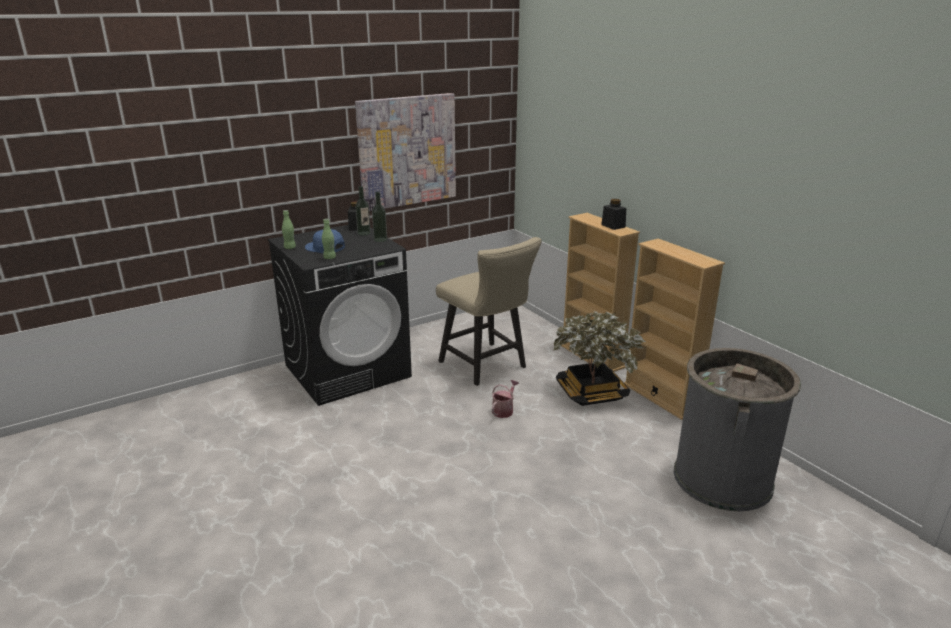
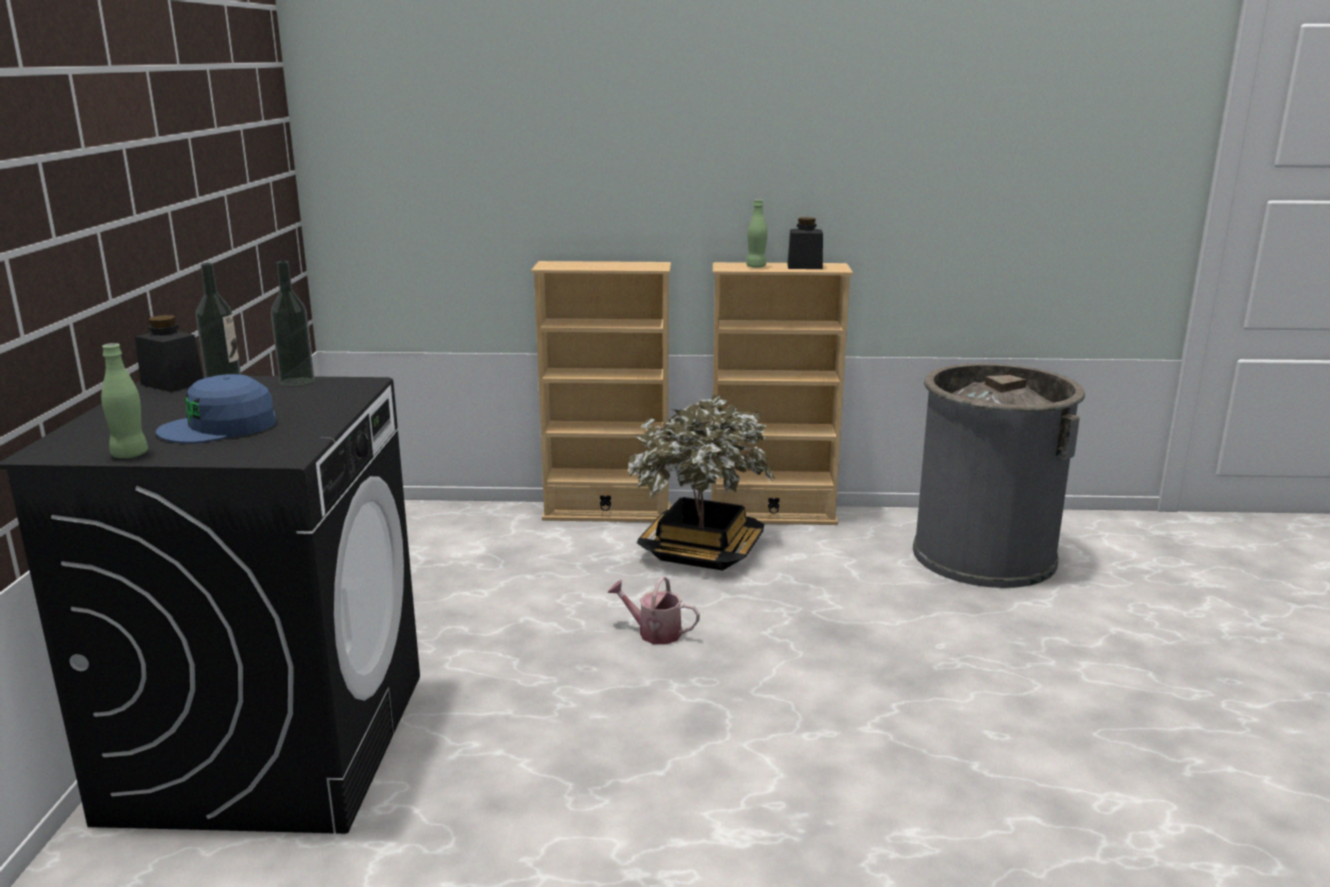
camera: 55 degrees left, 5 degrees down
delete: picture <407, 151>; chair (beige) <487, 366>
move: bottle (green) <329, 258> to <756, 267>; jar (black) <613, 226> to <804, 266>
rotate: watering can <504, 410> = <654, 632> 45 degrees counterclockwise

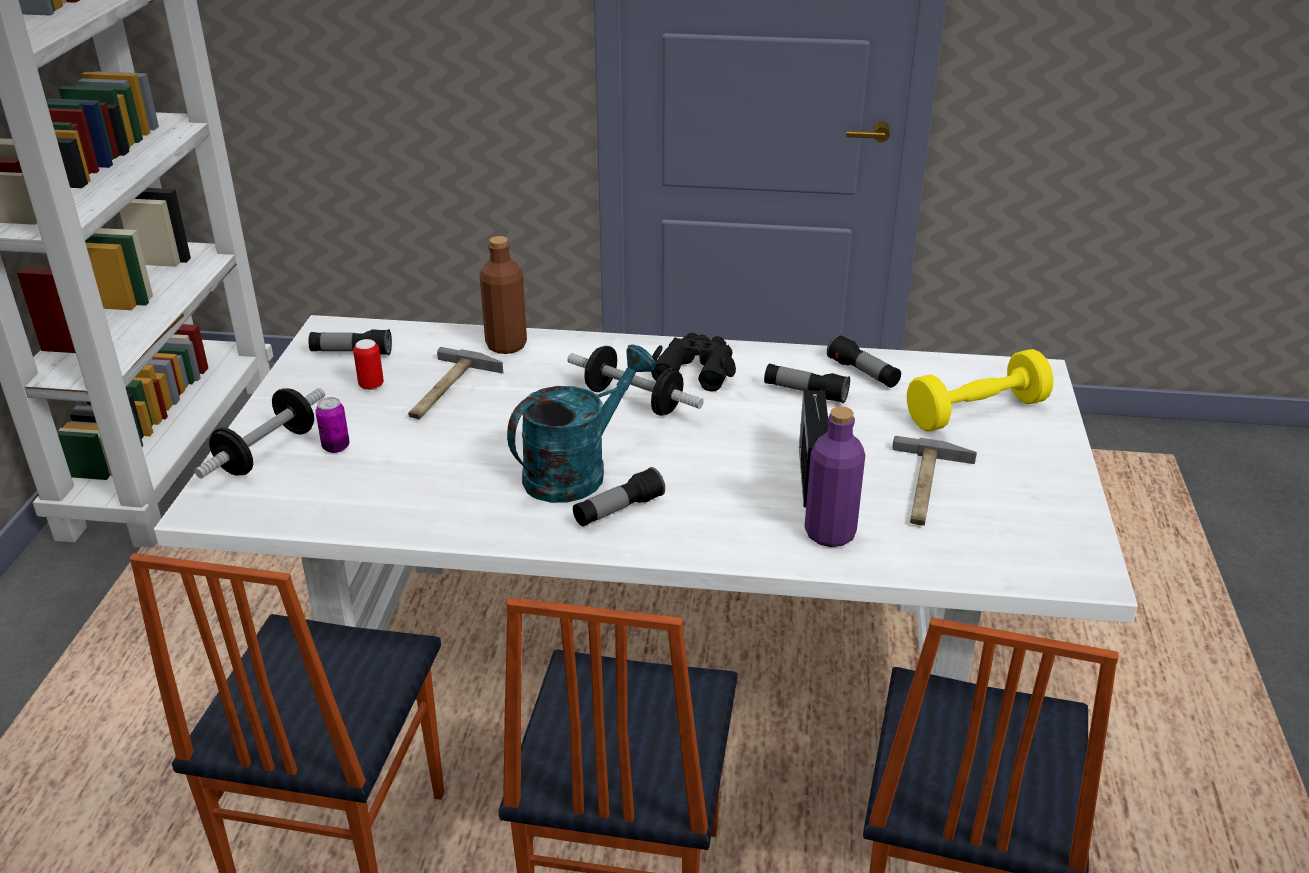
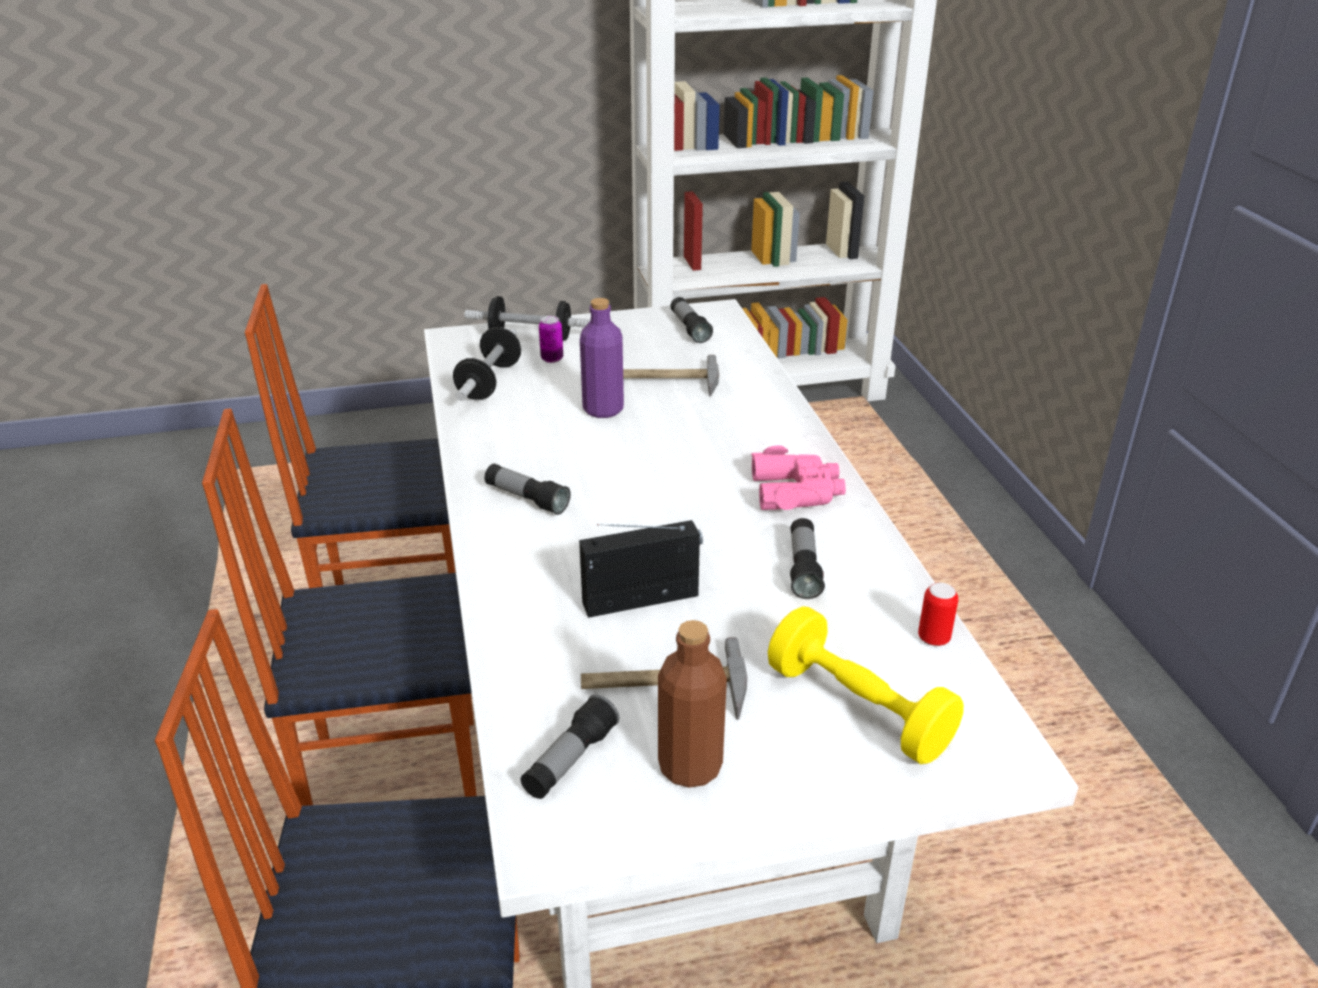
camera: 70 degrees right, 0 degrees up
delete: watering can (turquoise) <576, 471>
move: can <371, 385> to <933, 638>; bottle (brown) <506, 345> to <690, 766>; dumbbell <633, 400> to <489, 382>; bottle (purple) <830, 533> to <603, 409>; flashlight <863, 373> to <570, 760>
recolor: binoculars (black) <695, 369> to binoculars (pink) <796, 491>

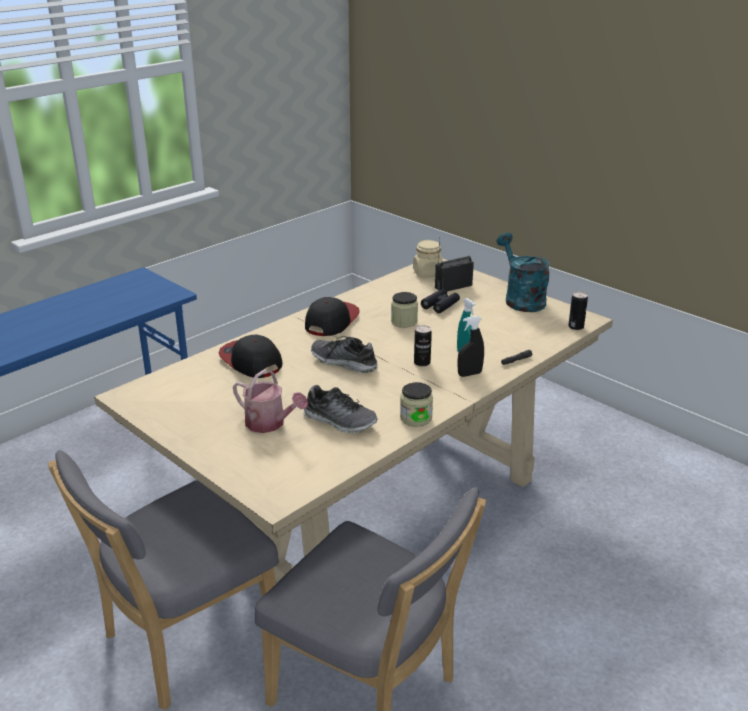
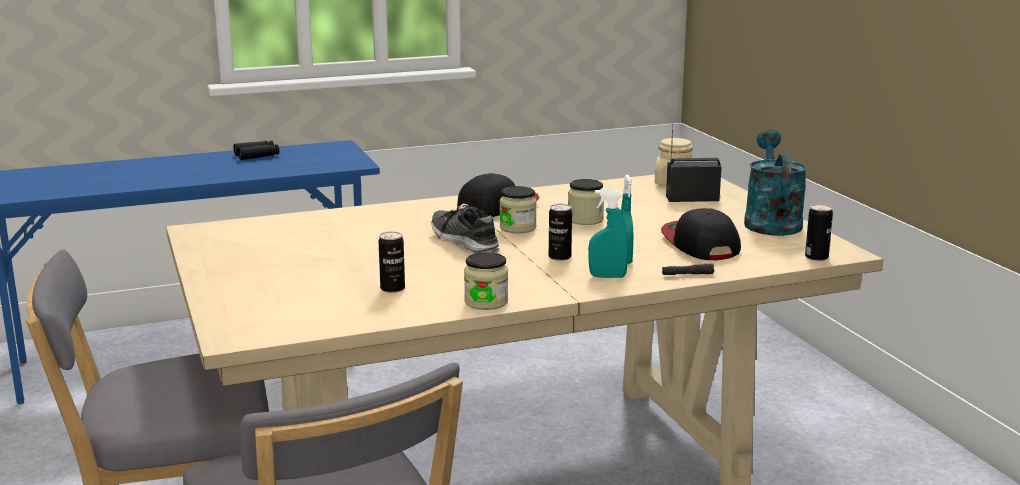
camera: 25 degrees right, 10 degrees down
delete: watering can <269, 424>
insert: jar <518, 228>
move: cap <250, 361> to <699, 244>; binoculars (black) <440, 305> to <257, 155>
replace: shoe <340, 421> to can <392, 288>
recolor: spray bottle (black) <469, 374> to spray bottle (turquoise) <607, 276>

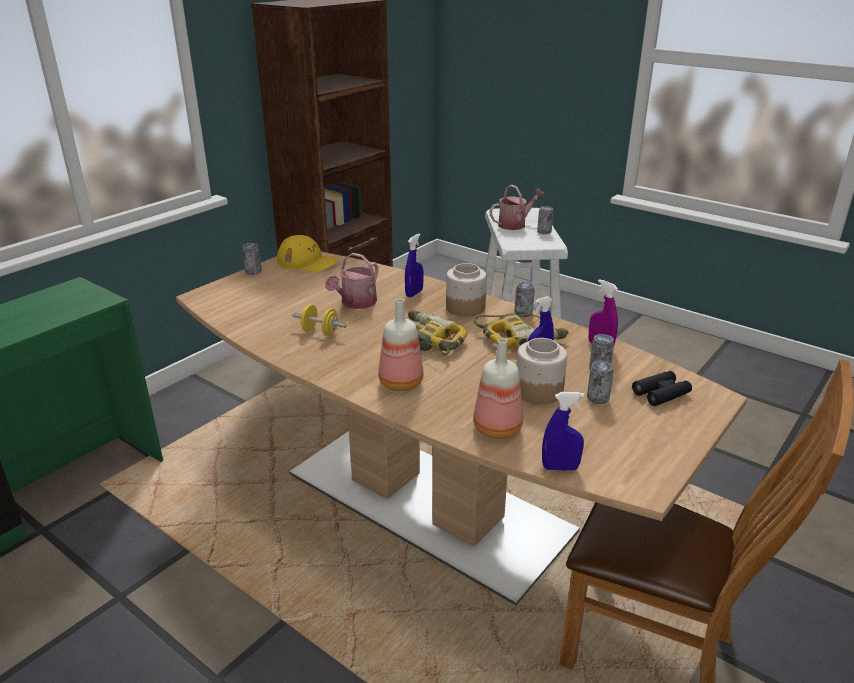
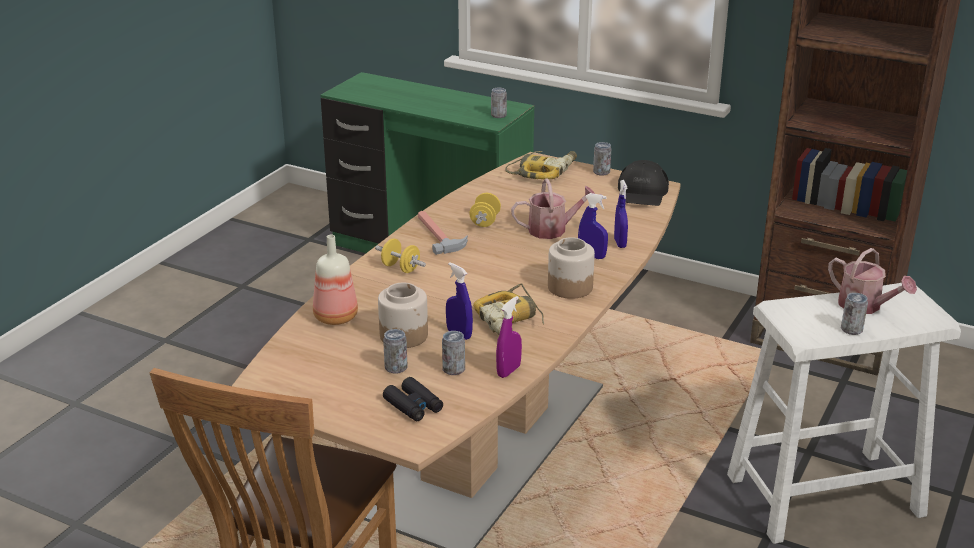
camera: 80 degrees right, 0 degrees up
insert: hammer <439, 234>
move: power drill <427, 340> to <543, 171>; can <523, 313> to <498, 115>; spray bottle (blue) <560, 468> to <620, 243>
replace: bottle <401, 384> to dumbbell (yellow) <401, 268>
recolor: cap (yellow) <307, 262> to cap (black) <641, 193>
rotate: watering can <356, 303> = <552, 230> 150 degrees clockwise

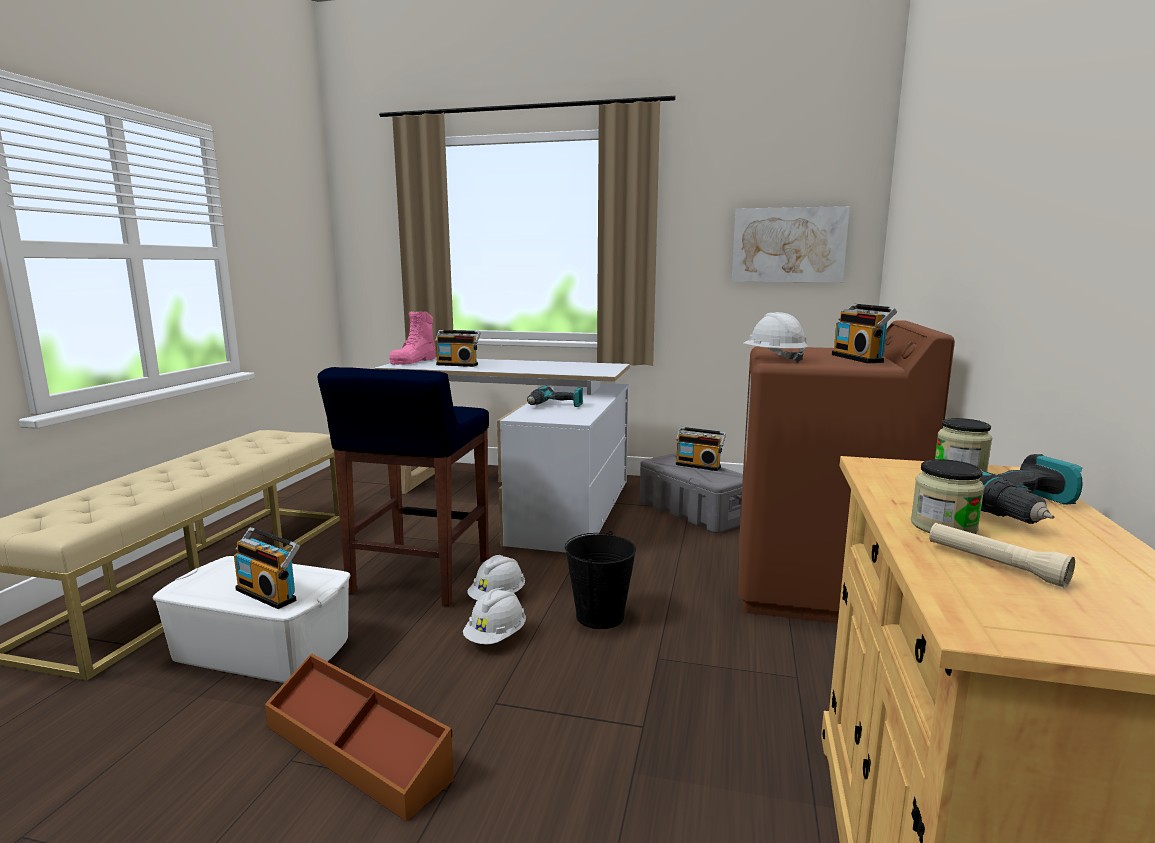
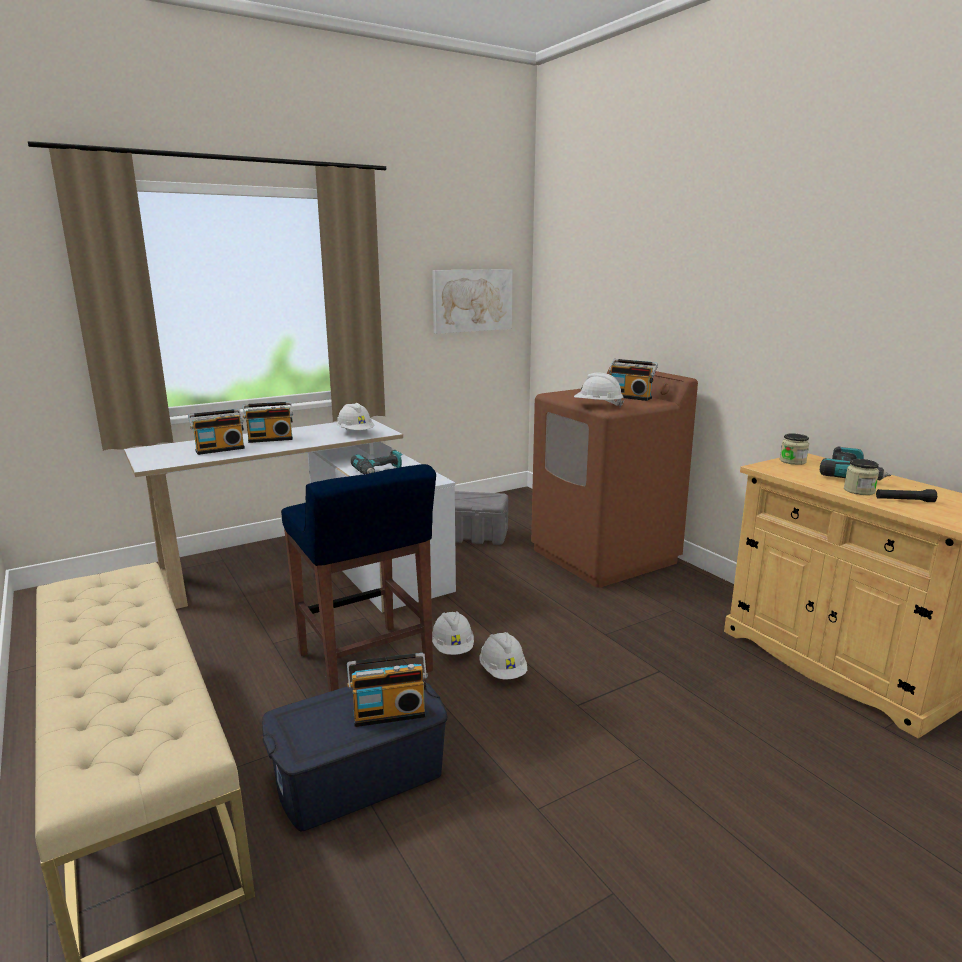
camera: 45 degrees left, 5 degrees up
delete: storage box (brown) <358, 750>; boot (pink) <414, 361>; bucket (black) <600, 616>
insert: hard hat (white) <355, 433>
move: radio <698, 465> to <270, 439>
recolor: storage box (white) <262, 649> to storage box (blue) <360, 776>; flashlight (beige) <994, 564> to flashlight (black) <904, 501>

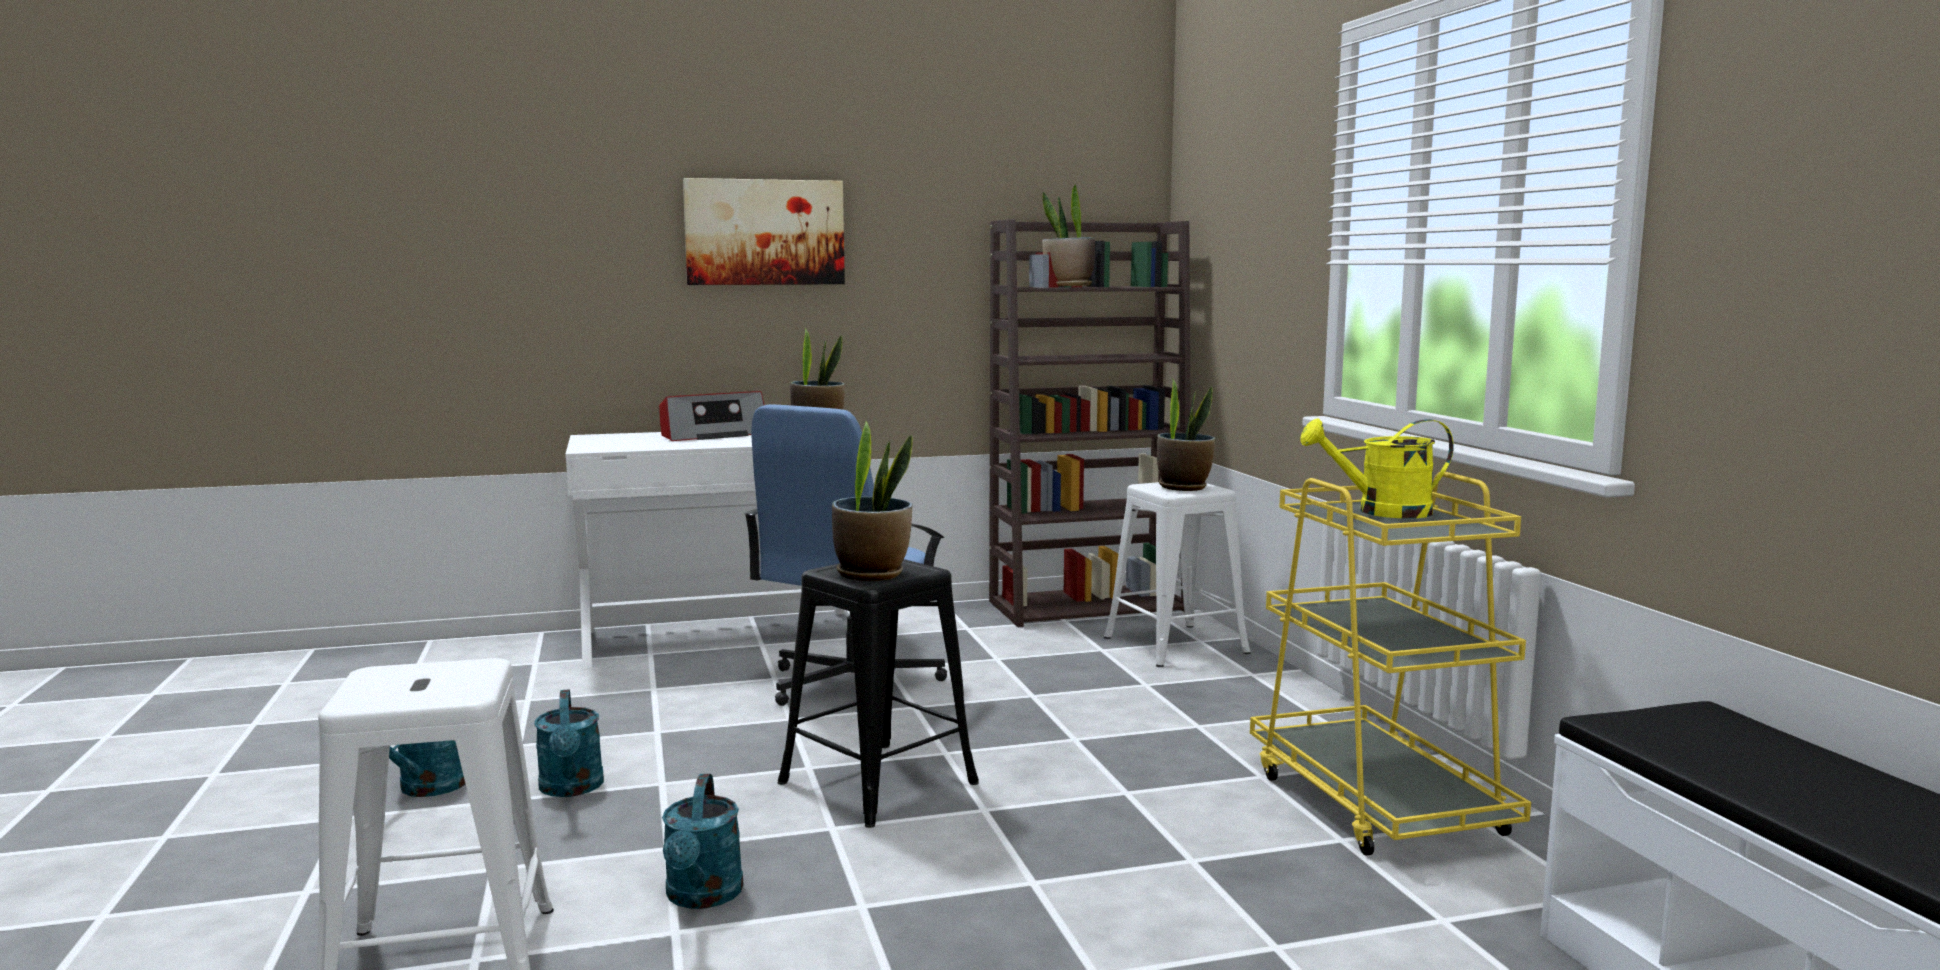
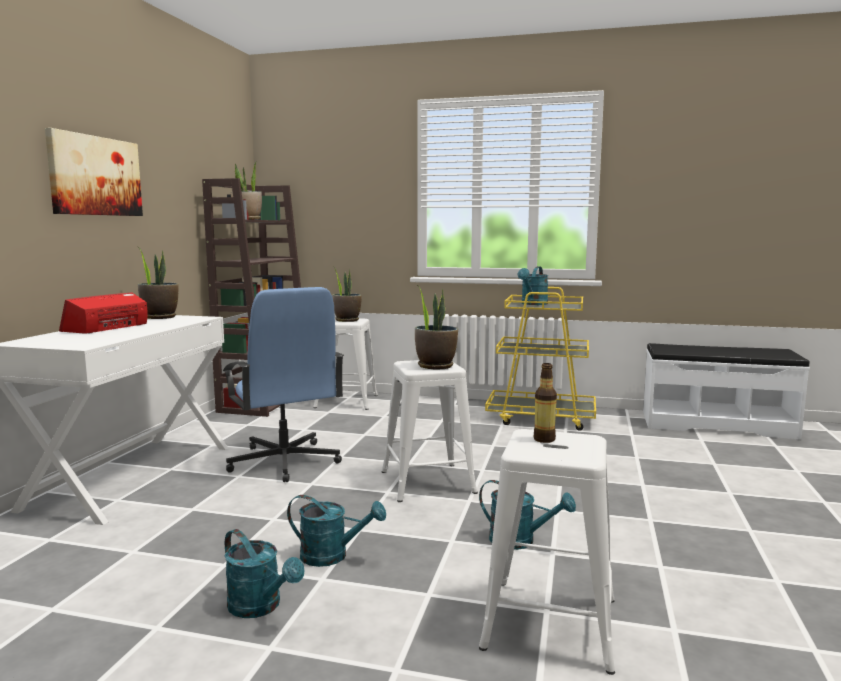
camera: 60 degrees left, 0 degrees up
insert: bottle <544, 439>
recolor: stool (black) <878, 783> to stool (white) <428, 482>; watering can (yellow) <1381, 512> to watering can (turquoise) <533, 304>
rotate: radio <713, 435> = <107, 328> 150 degrees counterclockwise

